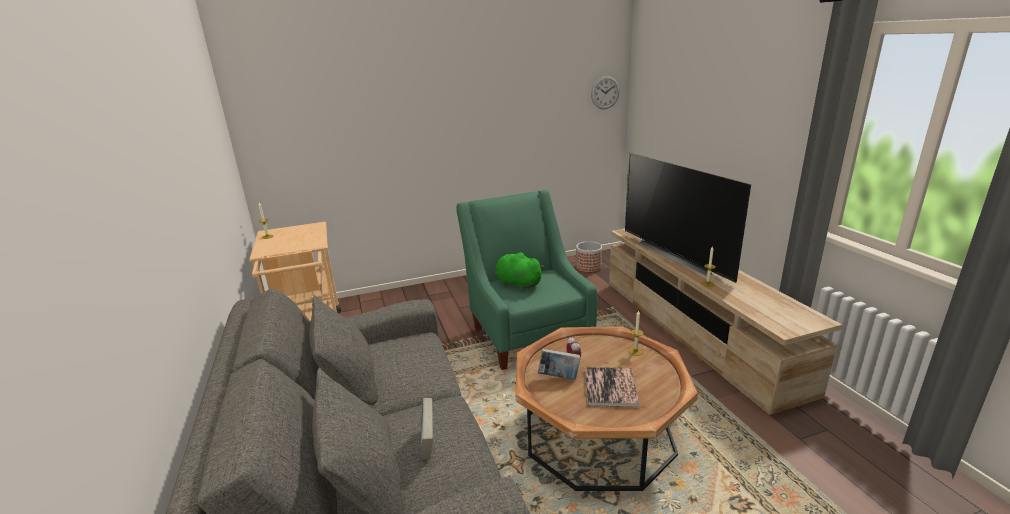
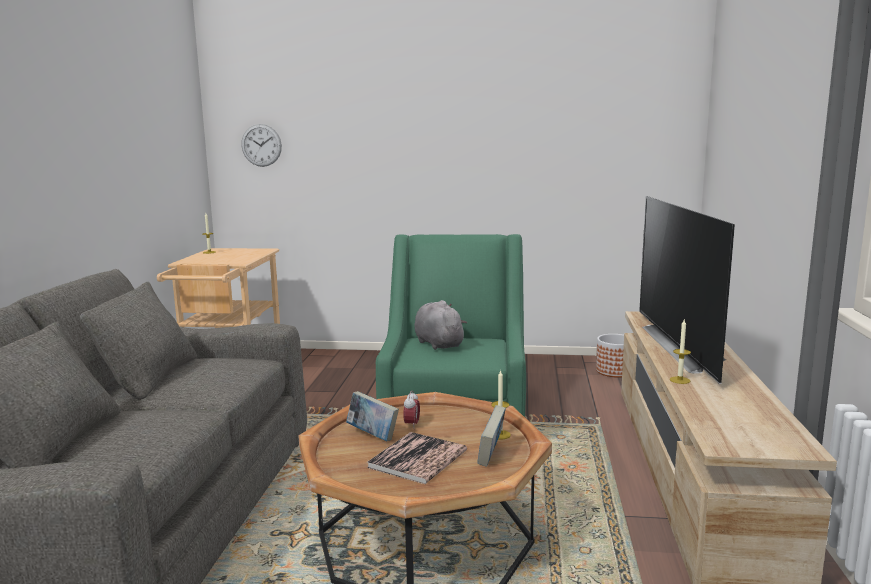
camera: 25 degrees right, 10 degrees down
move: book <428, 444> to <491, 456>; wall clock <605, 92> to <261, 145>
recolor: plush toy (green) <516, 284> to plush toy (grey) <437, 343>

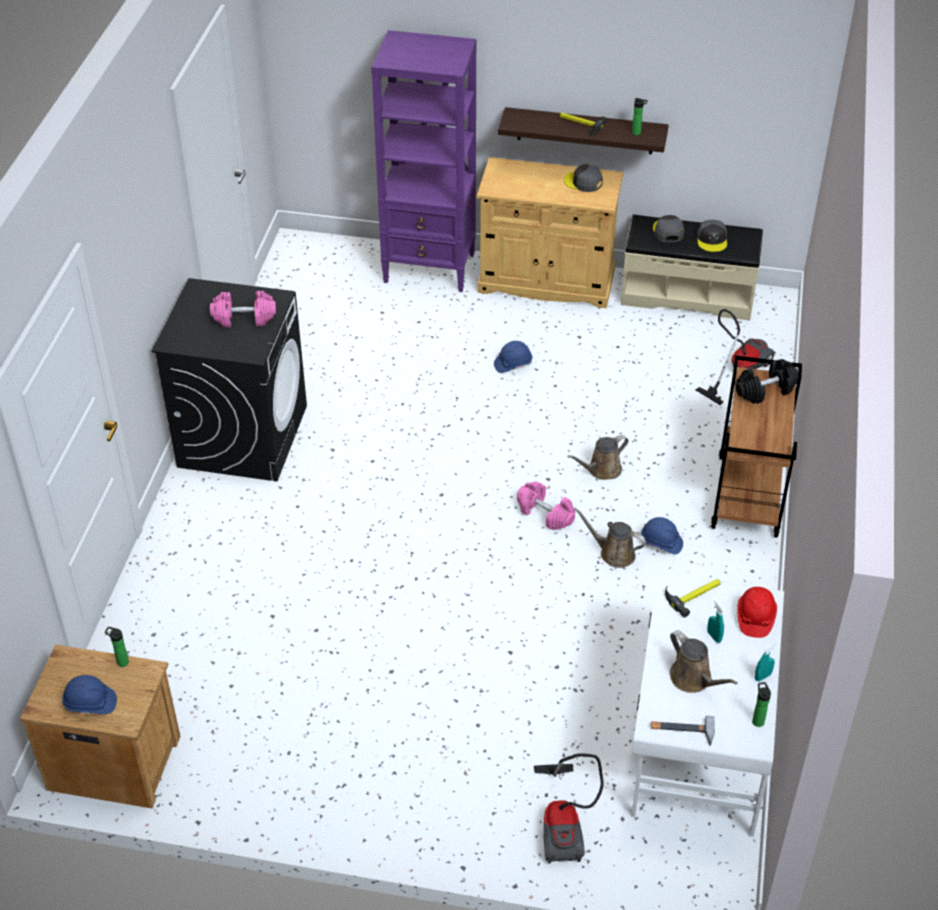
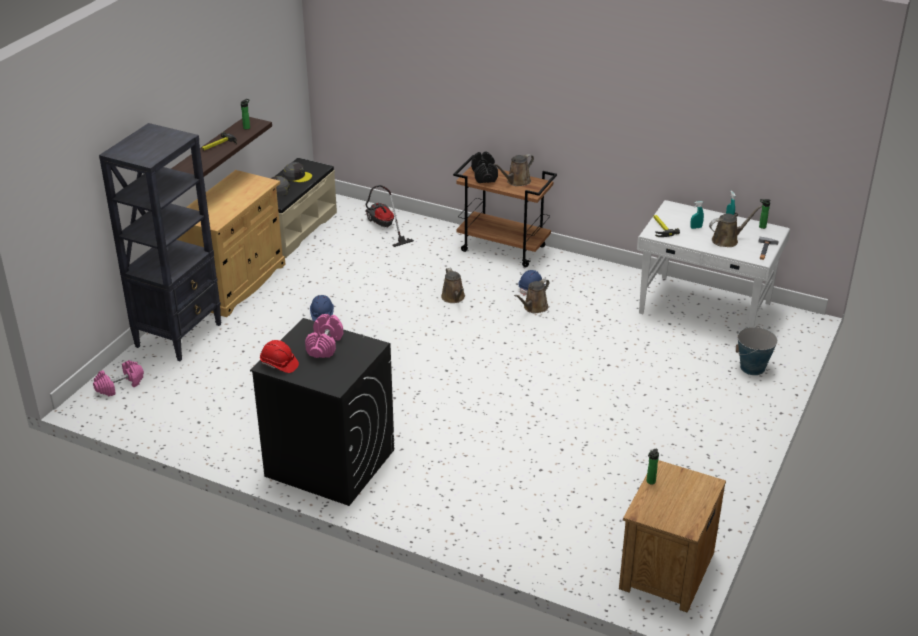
camera: 75 degrees left, 10 degrees down
delete: hard hat (blue) <90, 703>; cap (grey) <583, 182>
insert: watering can (brown) <516, 181>
move: dumbbell (pink) <545, 514> to <120, 386>; hard hat (red) <755, 618> to <279, 364>
replace: vacuum cleaner <564, 824> to bucket <752, 368>
recolor: bookcase (purple) <430, 268> to bookcase (black) <179, 335>

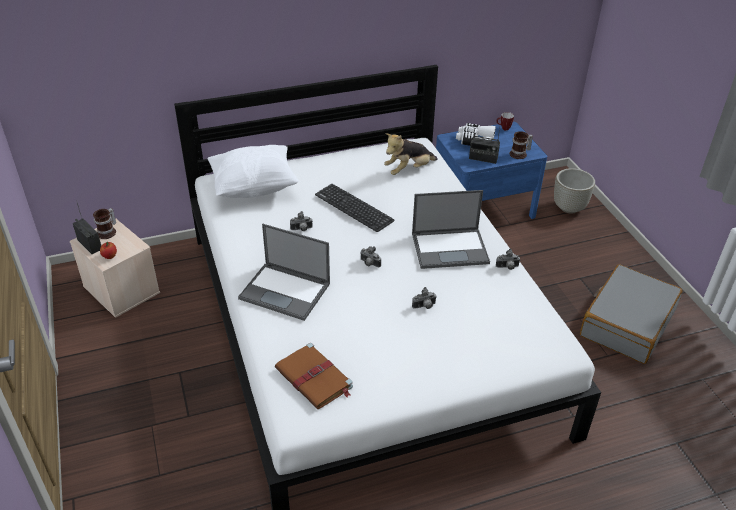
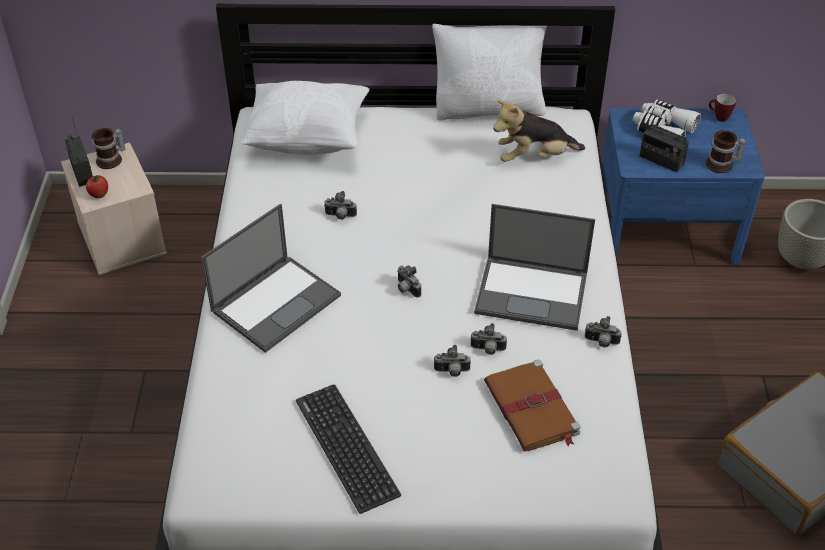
camera: 20 degrees right, 5 degrees up
insert: pillow (white) <489, 108>; photo camera <487, 350>
move: book (brown) <314, 379> to <532, 409>; keyboard <354, 208> to <346, 447>
rotate: laptop <286, 291> = <276, 302> 90 degrees counterclockwise

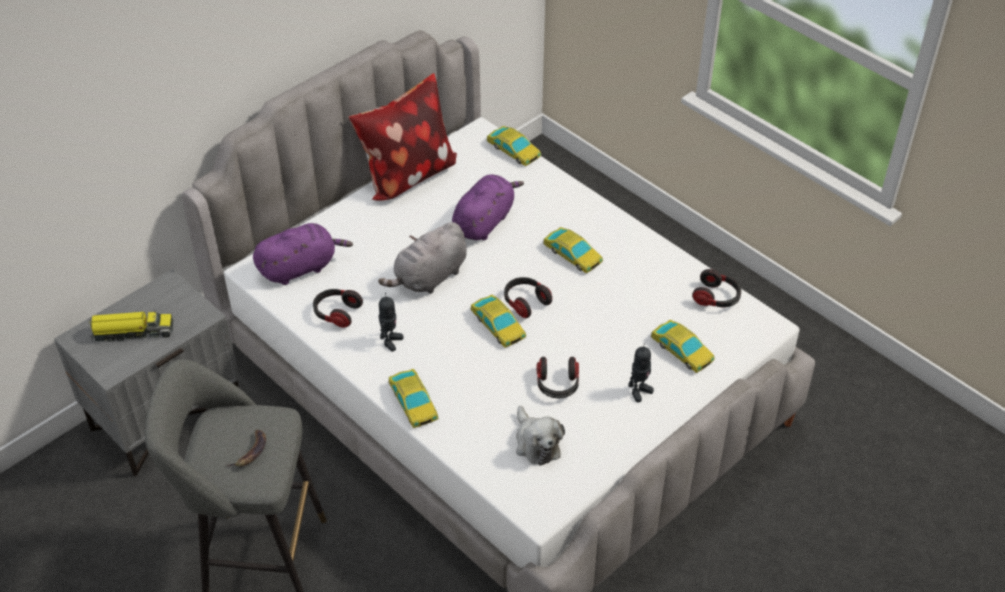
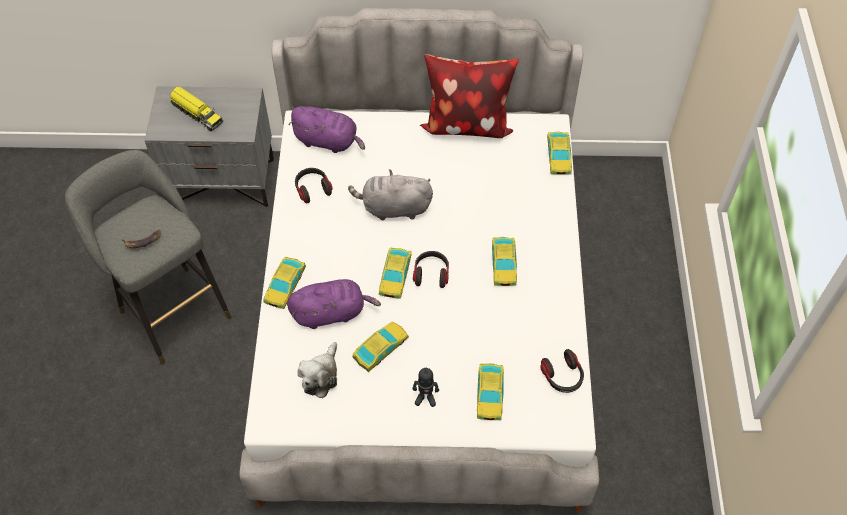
camera: 45 degrees right, 10 degrees up
delete: toy robot <390, 341>
move: plush toy (purple) <484, 221> to <331, 313>
replace: headphones <557, 385> to toy car <380, 348>

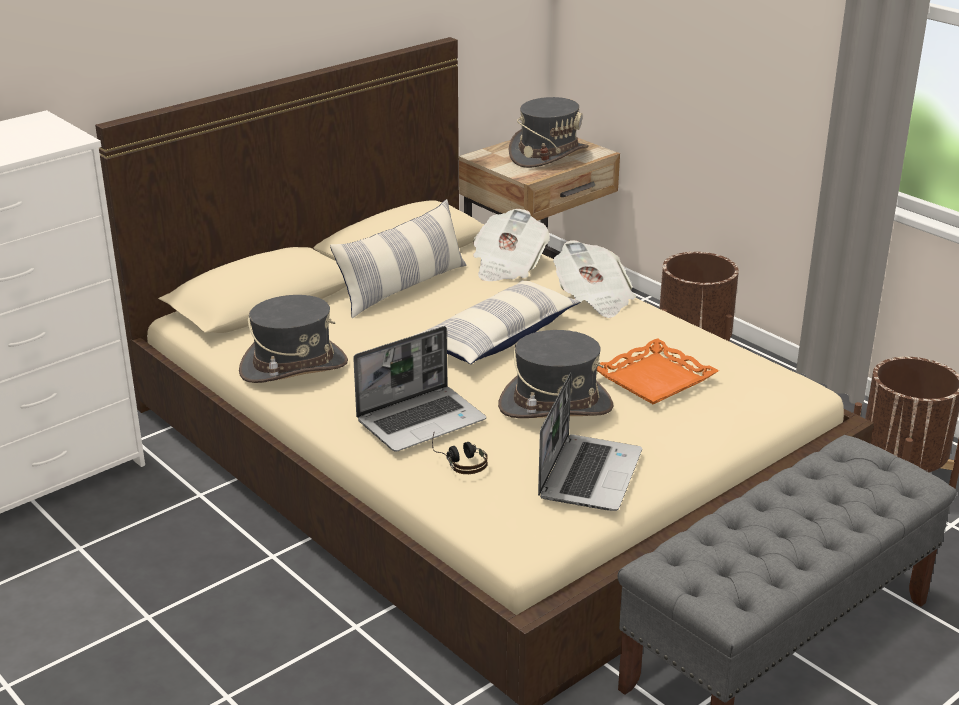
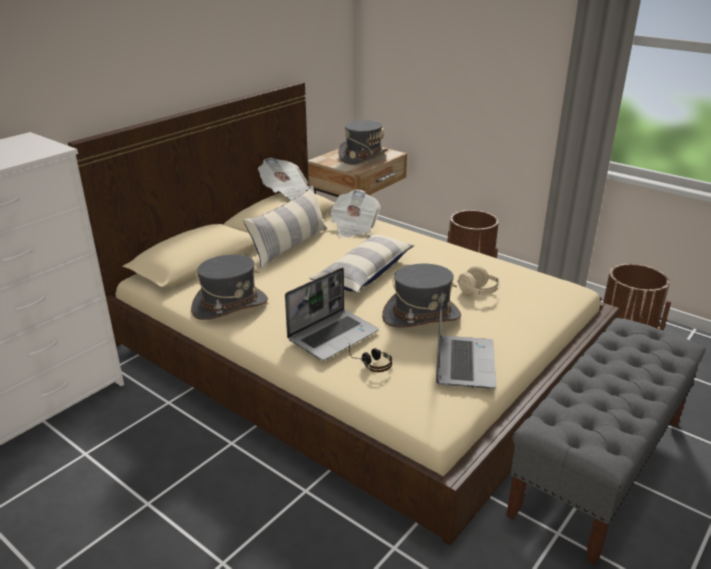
camera: 10 degrees left, 0 degrees up
move: newspaper <593, 299> to <285, 192>
replace: tray (orange) <655, 380> to headphones (beige) <478, 292>

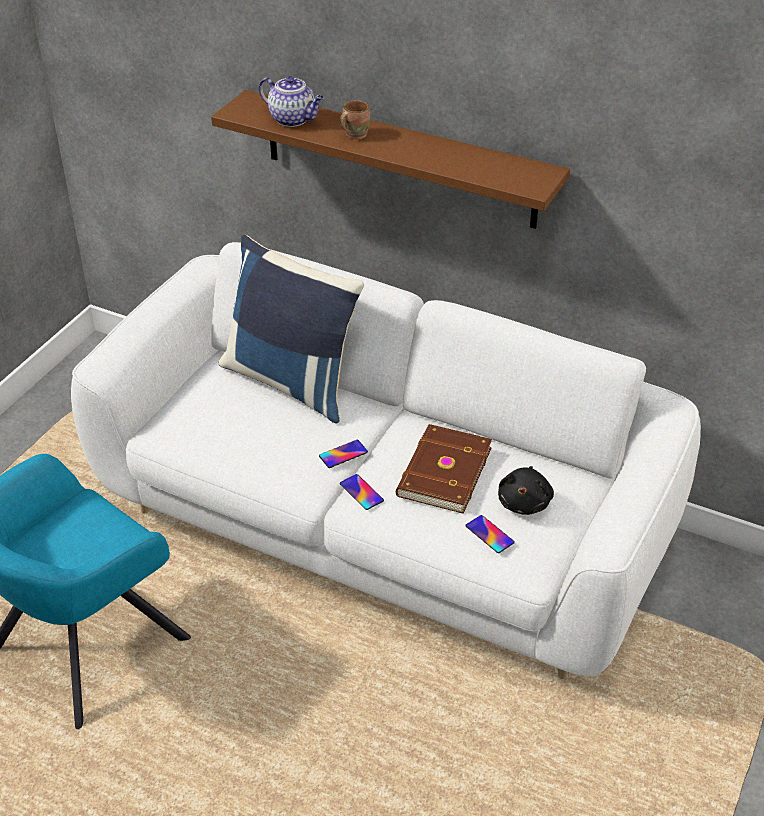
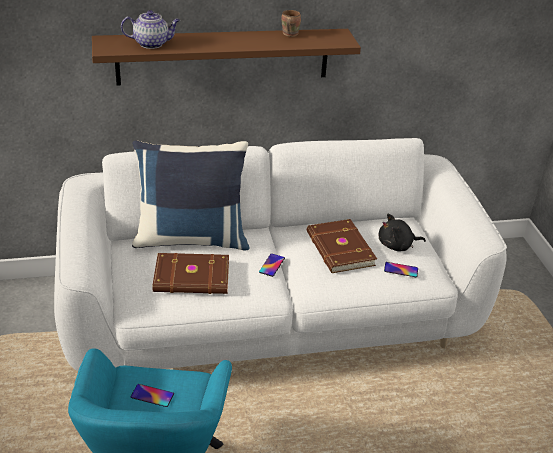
camera: 40 degrees left, 5 degrees down
insert: book (brown) <192, 278>
move: mug (brown) <354, 134> to <289, 34>; phone <361, 492> to <152, 395>
rotate: plush toy (black) <524, 502> = <397, 245> 105 degrees clockwise

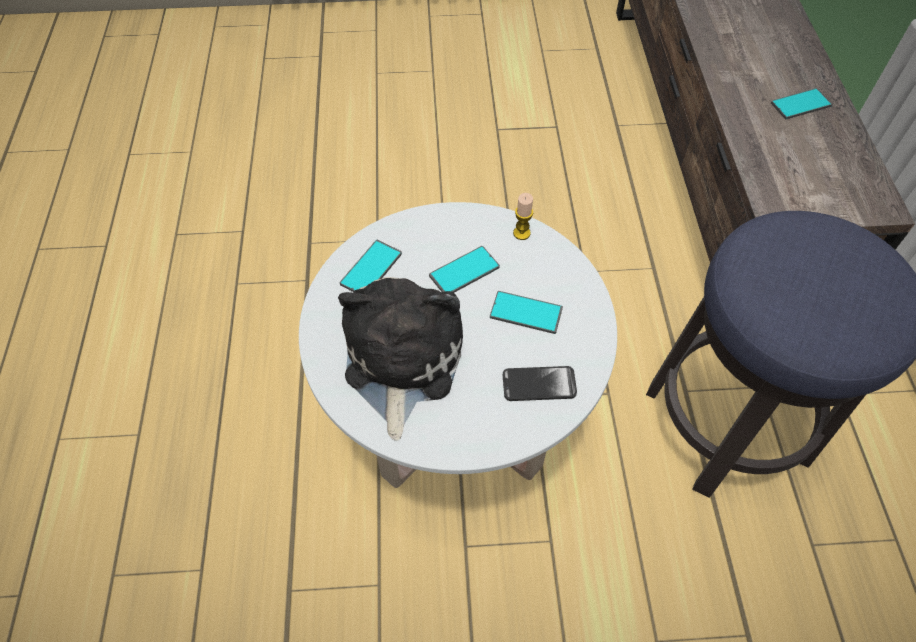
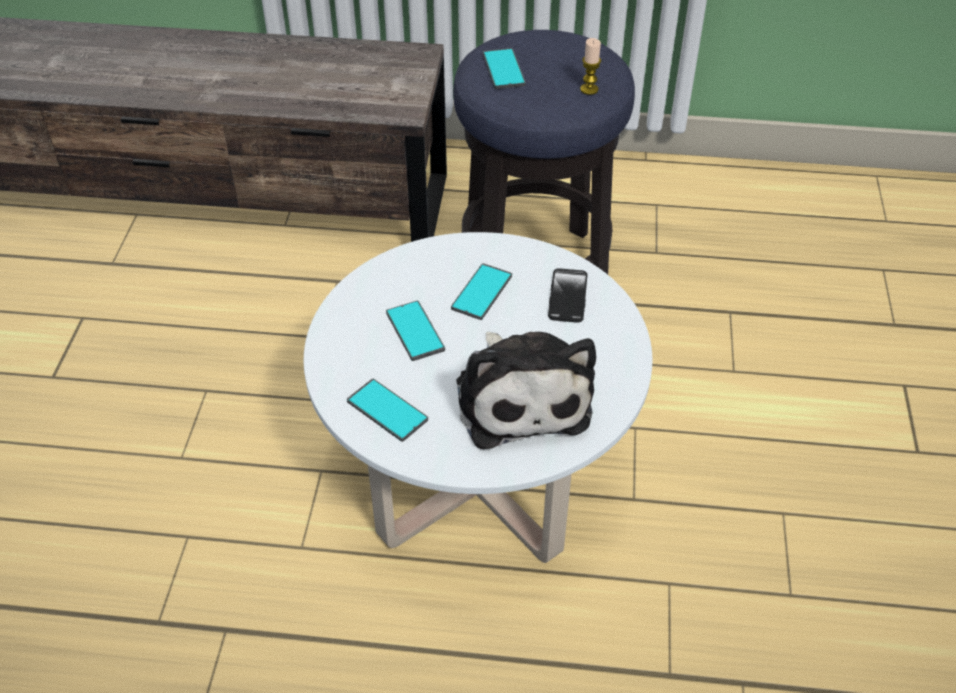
camera: 80 degrees left, 10 degrees down
move: candle <521, 233> to <589, 89>; phone <800, 104> to <503, 69>
rotate: plush toy <400, 361> = <521, 397> 120 degrees counterclockwise

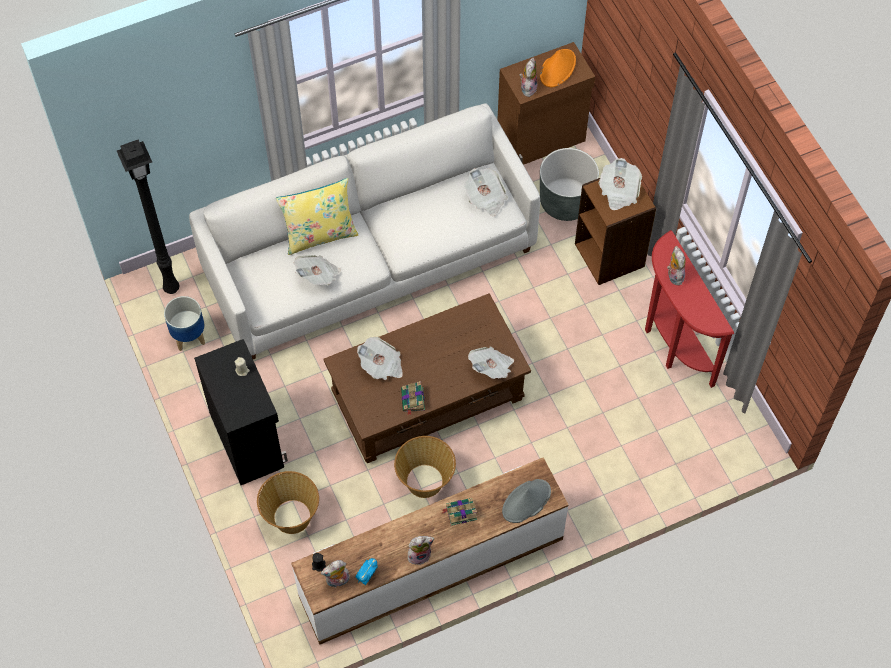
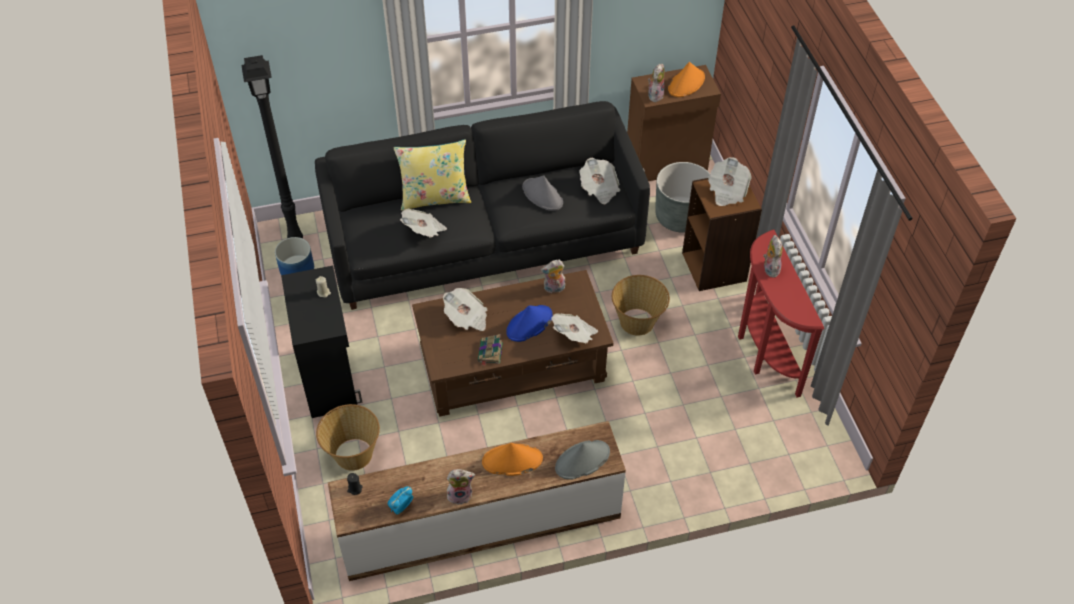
camera: 10 degrees right, 10 degrees down
insert: hat (blue) <529, 324>; hat (grey) <542, 195>
move: plush toy <337, 581> to <554, 289>; basket <425, 481> to <637, 322>
replace: book <460, 512> to hat (orange) <512, 460>
recolor: sofa (white) <370, 259> to sofa (black) <485, 240>

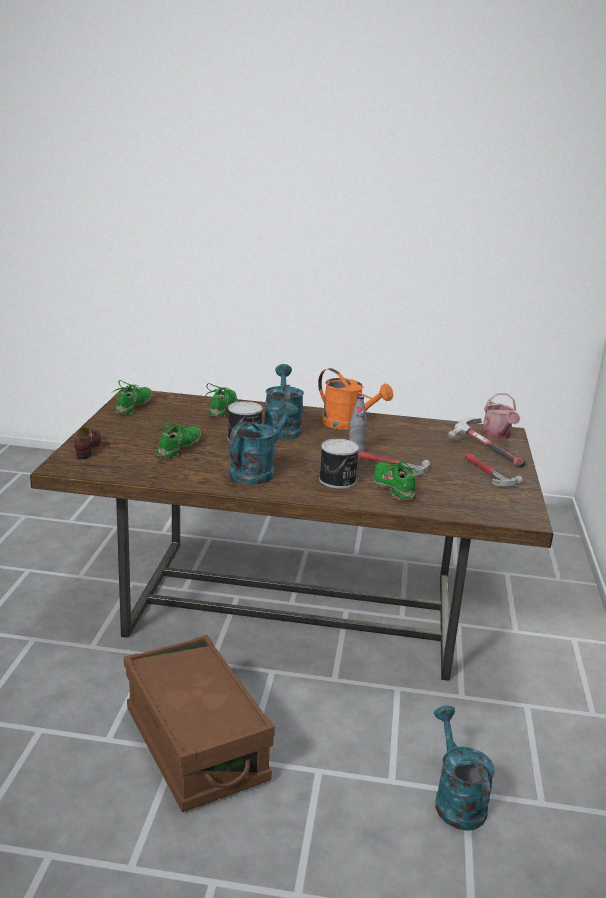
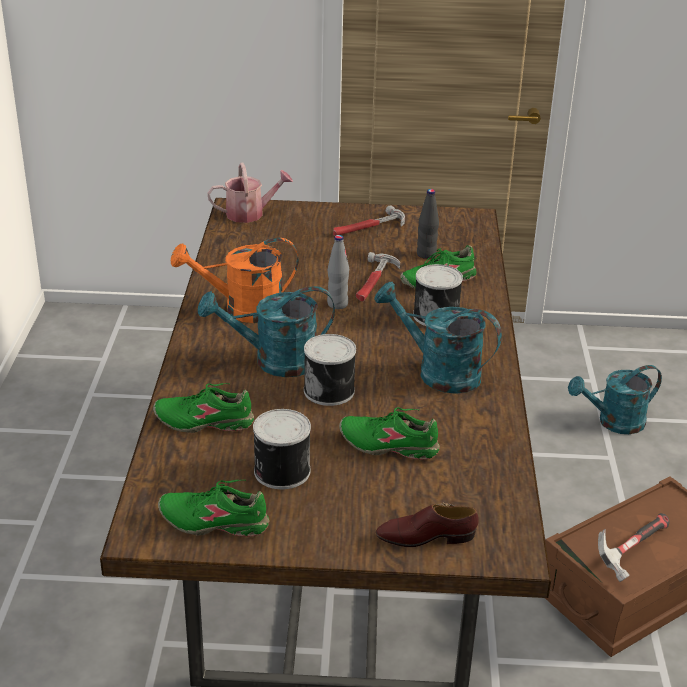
camera: 95 degrees left, 10 degrees up
insert: can <280, 471>; bottle (black) <426, 254>
move: hammer <485, 452> to <631, 552>
rotate: watering can (orange) <348, 425> = <243, 310> 135 degrees counterclockwise

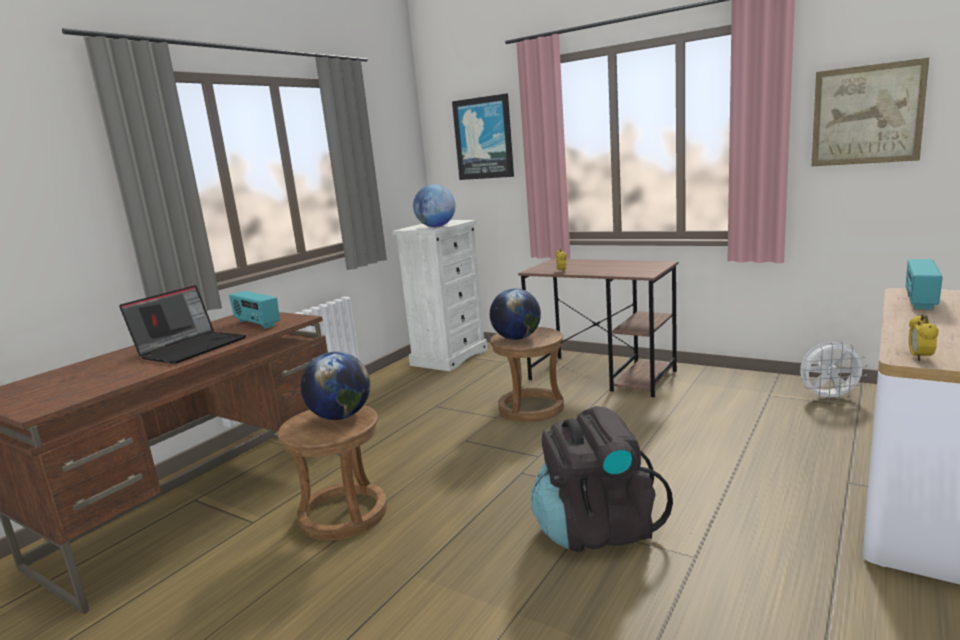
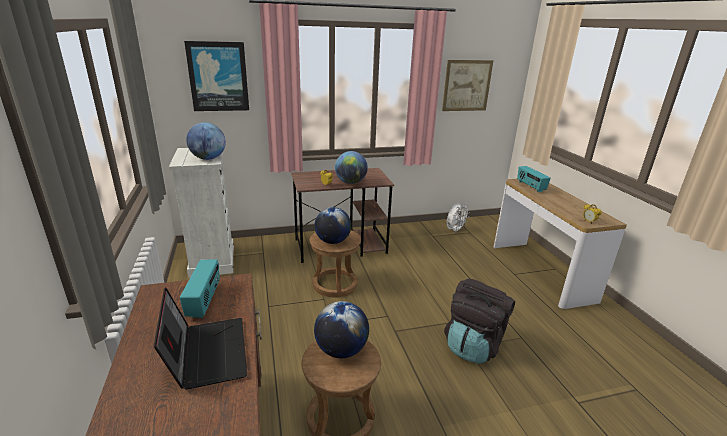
camera: 50 degrees left, 10 degrees up
insert: globe <350, 182>
rotate: radio <256, 324> = <204, 301> 90 degrees counterclockwise

